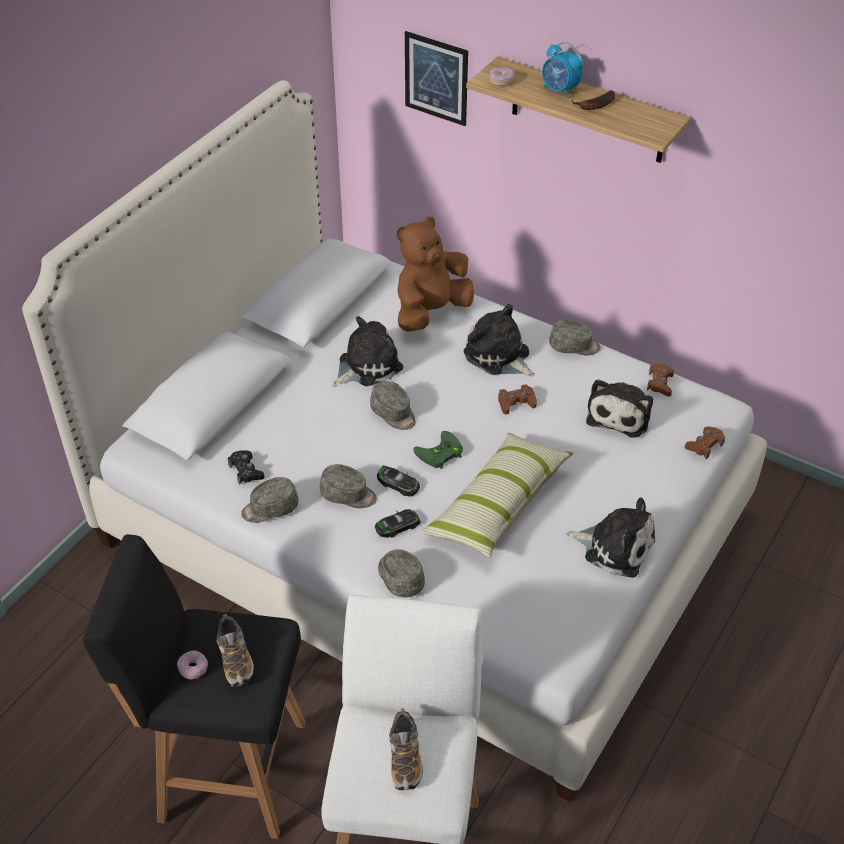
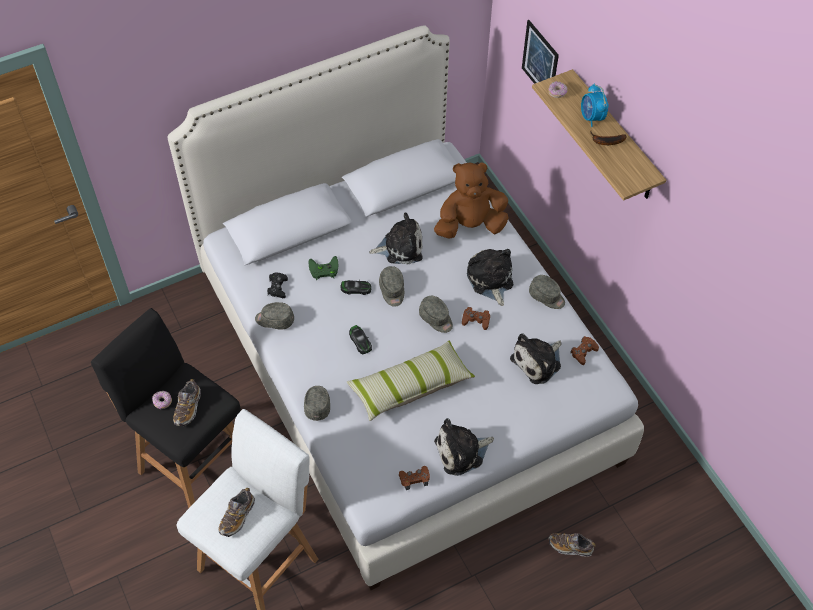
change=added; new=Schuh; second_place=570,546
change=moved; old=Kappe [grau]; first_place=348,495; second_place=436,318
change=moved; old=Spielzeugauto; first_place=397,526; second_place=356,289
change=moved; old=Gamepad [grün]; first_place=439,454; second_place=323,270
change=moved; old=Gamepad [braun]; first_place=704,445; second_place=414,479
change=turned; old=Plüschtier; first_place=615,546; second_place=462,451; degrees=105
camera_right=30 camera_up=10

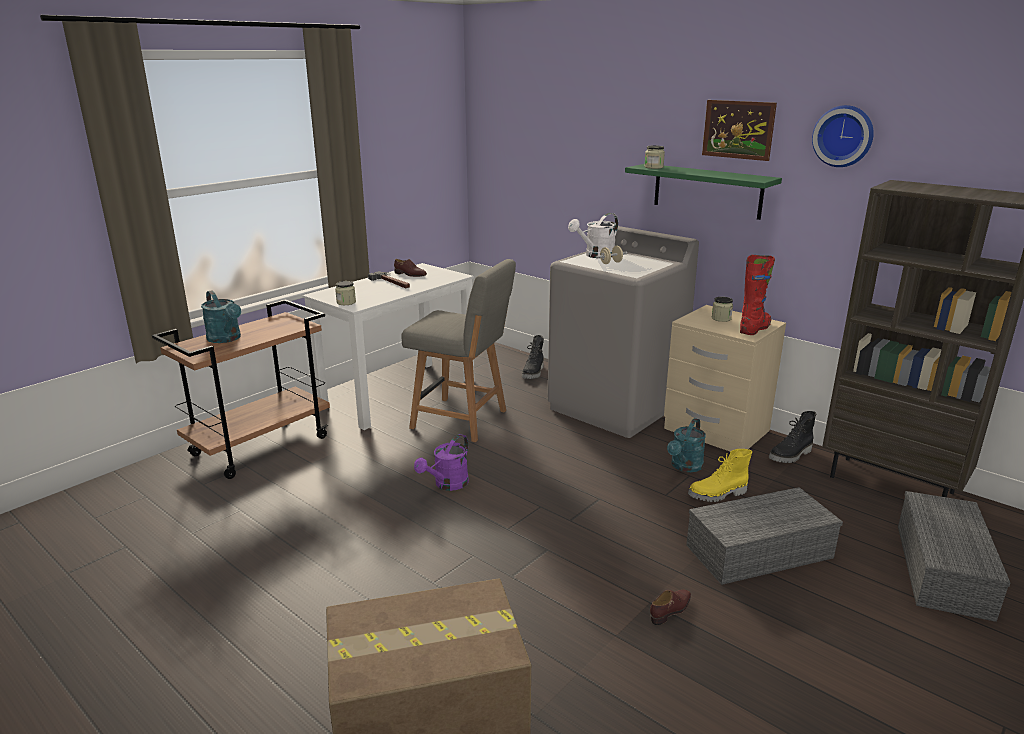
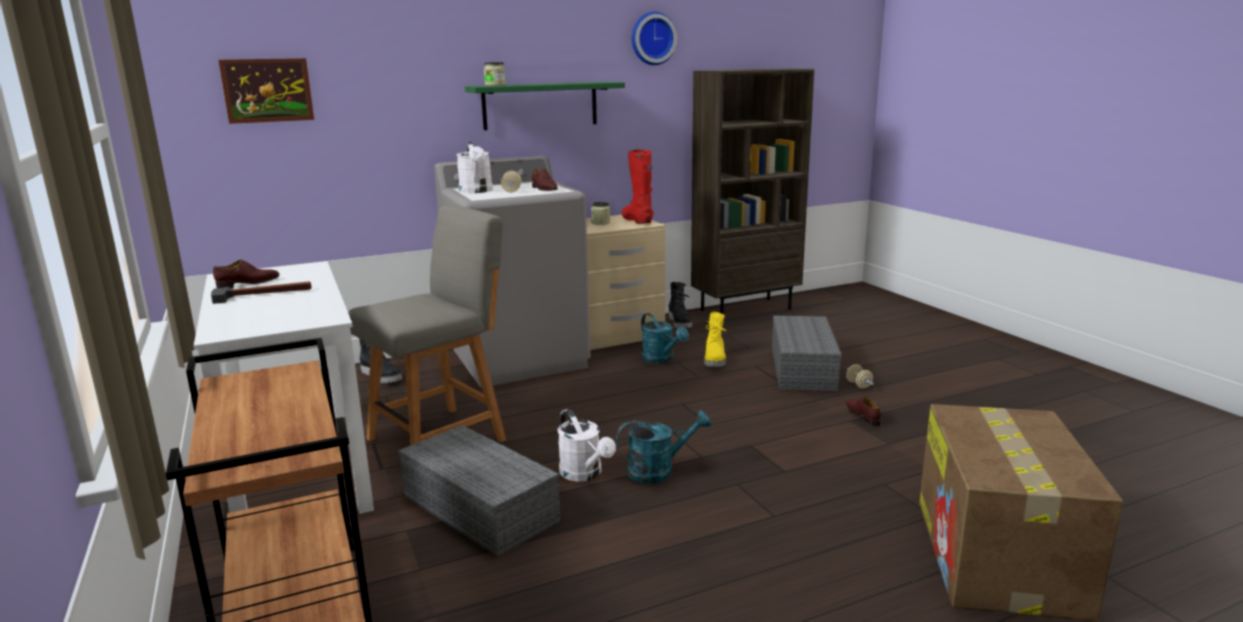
change=removed; old=Vorratsglas; first_place=346,302
change=added; new=Schuh [braun]; second_place=544,189
change=added; new=Hantel [beige]; second_place=858,385
change=moved; old=Gießkanne [türkis]; first_place=226,339; second_place=658,470
change=moved; old=Bild; first_place=738,129; second_place=267,90
change=moved; old=Aufbewahrungsbox [grau]; first_place=944,571; second_place=483,508
change=recoloured; old=Gießkanne [lila]; new=Gießkanne [weiß]; first_place=447,485; second_place=585,474
camera_right=-65 camera_up=-5

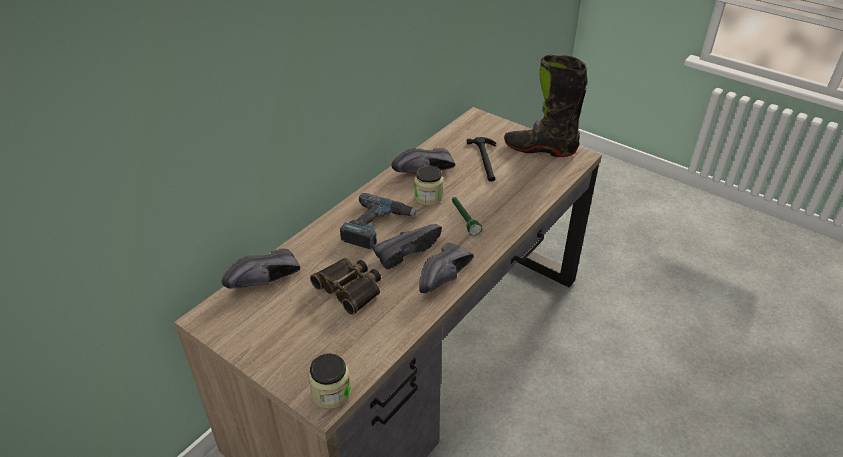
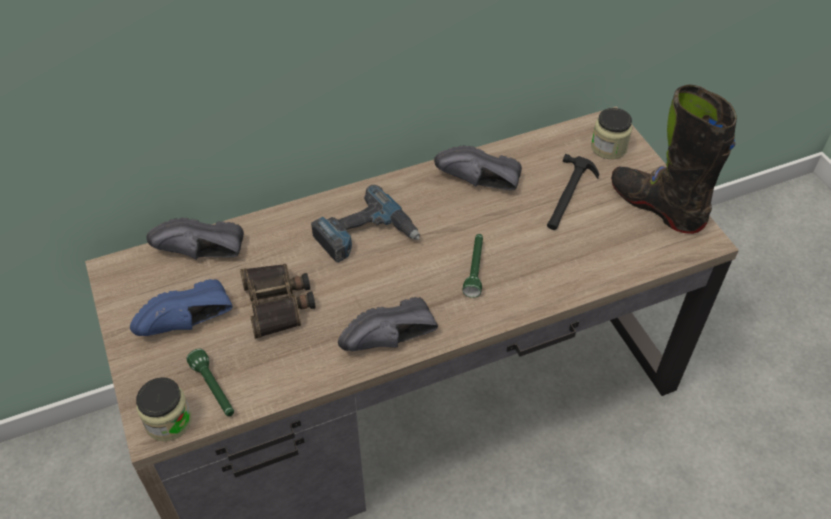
change=removed; old=Schuh [schwarz]; first_place=406,251
change=added; new=Schuh [blau]; second_place=188,324
change=added; new=Taschenlampe [grün]; second_place=214,389
change=moved; old=Vorratsglas; first_place=428,197; second_place=608,147
camera_right=30 camera_up=10

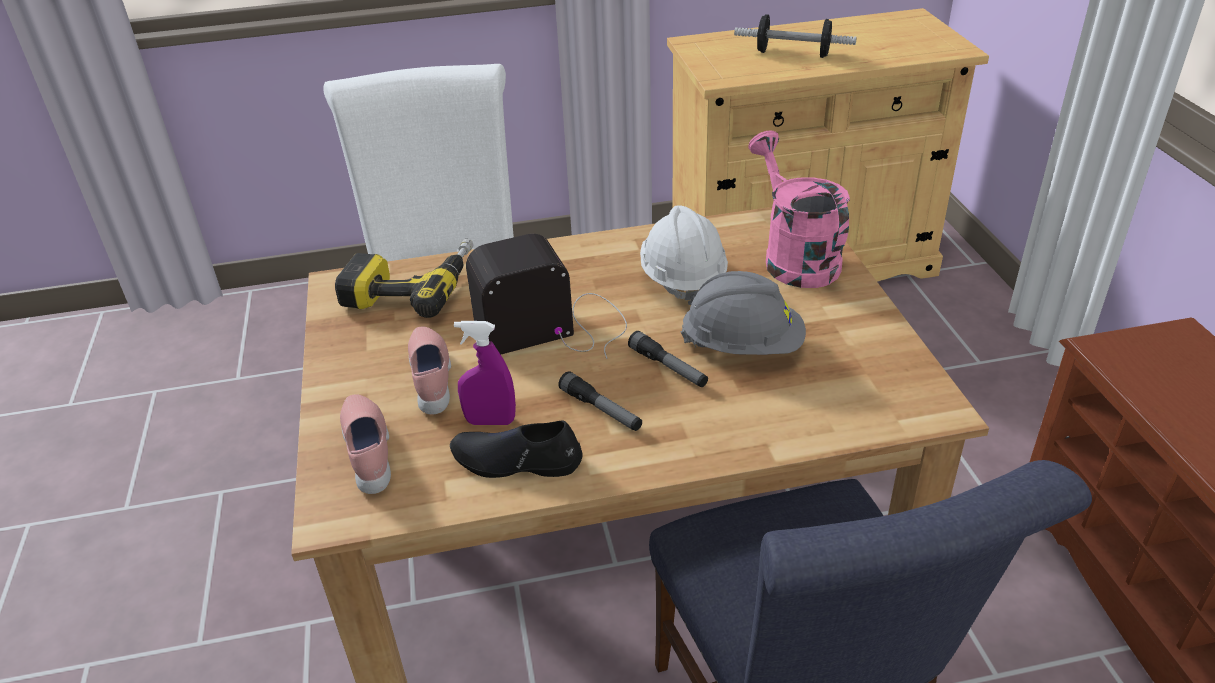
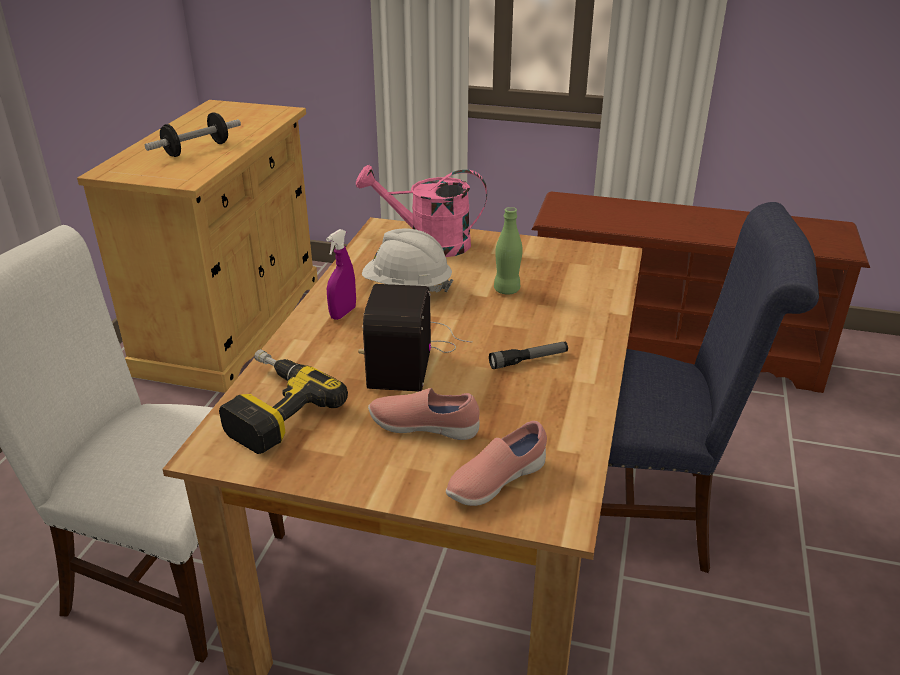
change=removed; old=Schuh [schwarz]; first_place=516,461
change=removed; old=Taschenlampe; first_place=668,367
change=moved; old=Sprühflasche [lila]; first_place=490,421; second_place=343,313
change=replaced; old=Schutzhelm [grau]; new=Flasche [grün]; first_place=743,346; second_place=507,290
change=turned; old=Schuh [rosa]; first_place=370,453; second_place=495,482; degrees=-45
camera_right=-65 camera_up=-5

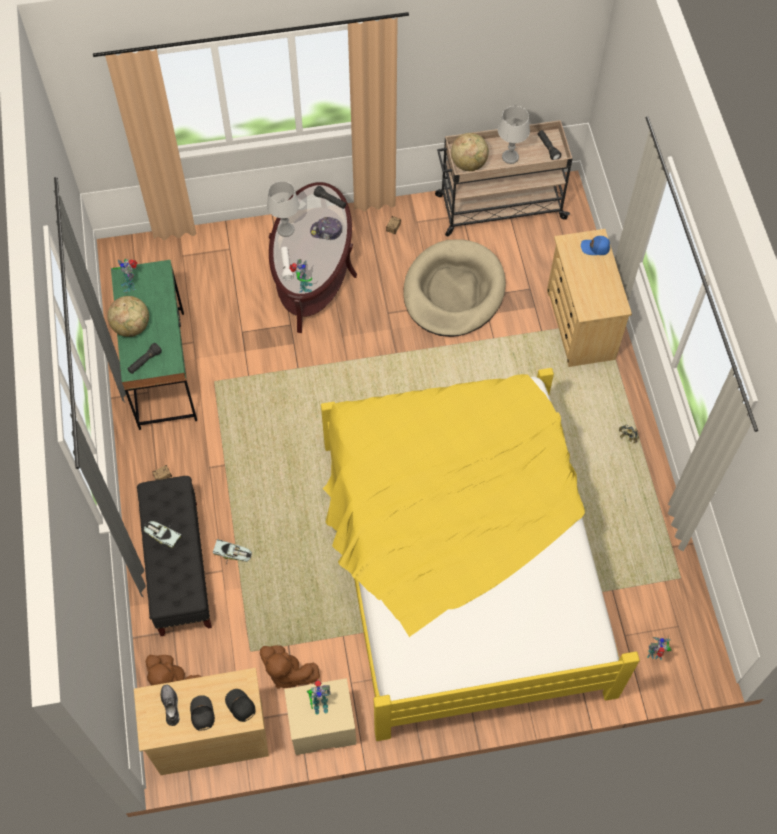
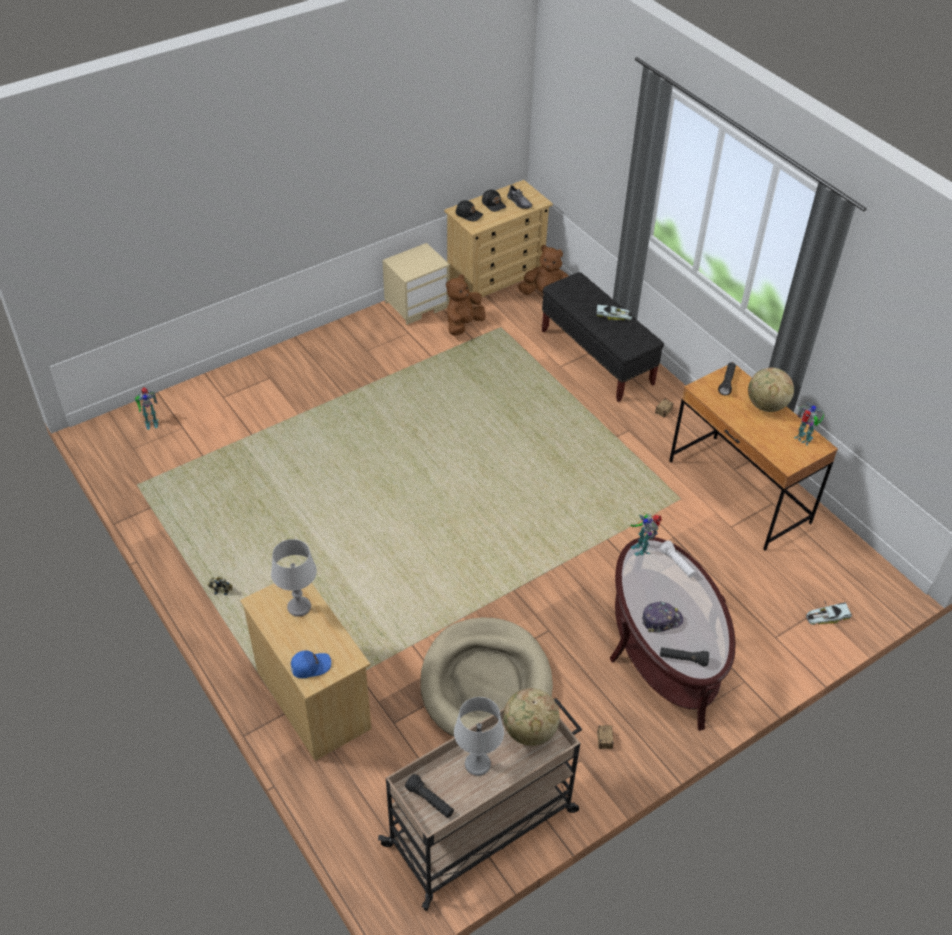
change=removed; old=Spielzeugroboter; first_place=319,704
change=removed; old=Bett [gelb]; first_place=462,563
change=moved; old=Spielzeugauto; first_place=232,553; second_place=826,615
change=moved; old=Tischlampe [grau]; first_place=286,230; second_place=298,607
change=recoloured; old=Schreibtisch [grün]; new=Schreibtisch [braun]; first_place=162,370; second_place=738,492
change=turned; old=Plüschtier [braun]; first_place=287,672; second_place=463,324; degrees=-60
camera_right=155 camera_up=-15

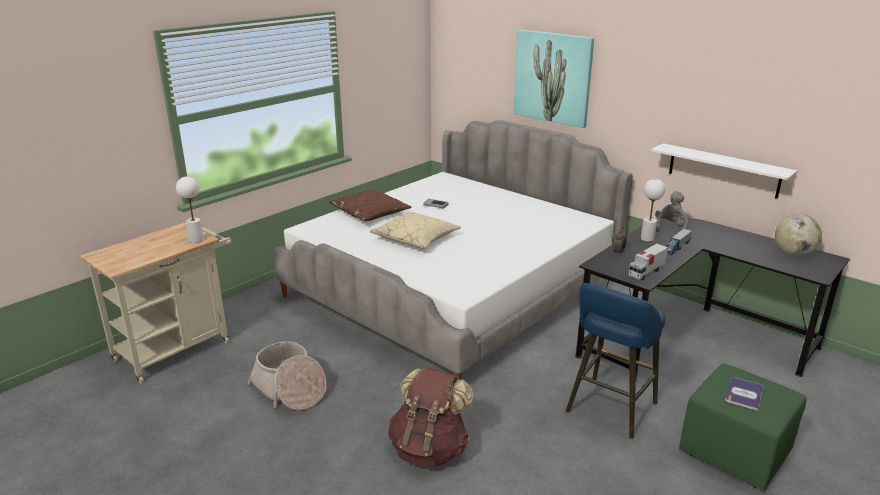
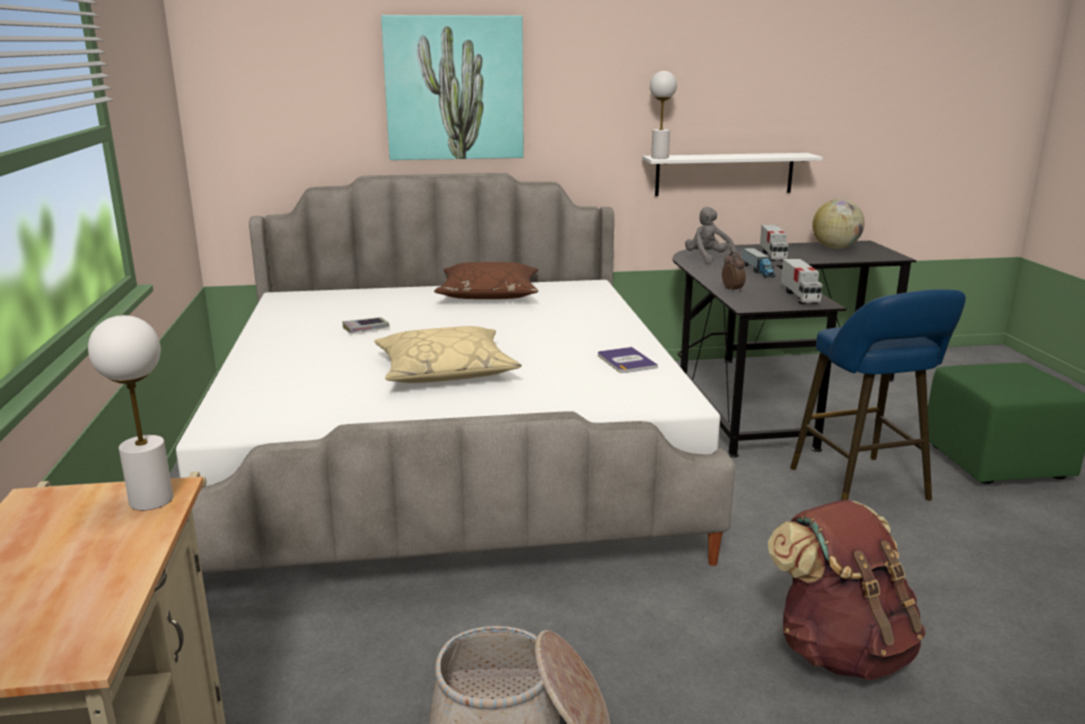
change=added; new=Spielzeuglaster; second_place=772,255
change=moved; old=Kissen [braun]; first_place=370,213; second_place=489,294
change=moved; old=Tischlampe [weiß]; first_place=647,238; second_place=659,157
change=moved; old=Buch; first_place=743,394; second_place=626,361
camera_right=-50 camera_up=-5

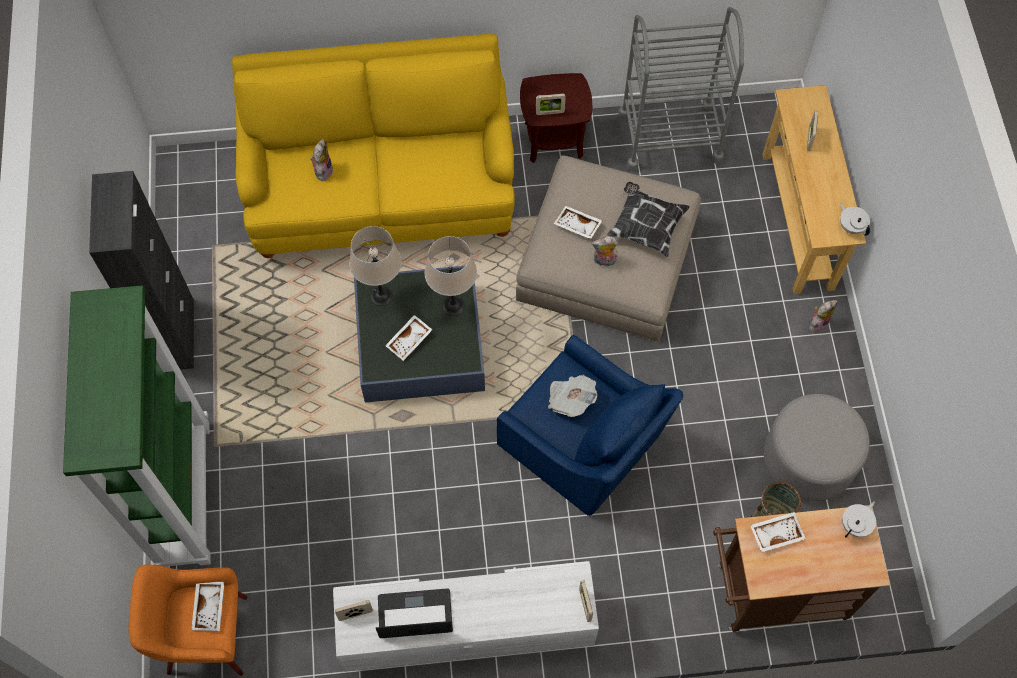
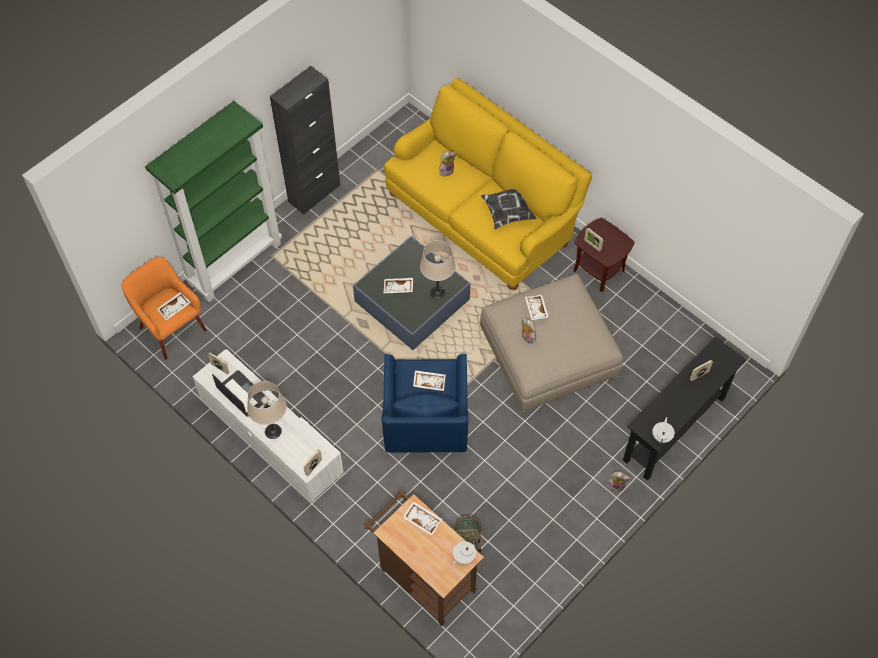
change=removed; old=Rollwagen [grau]; first_place=669,136
change=removed; old=Polsterhocker [grau]; first_place=808,459
change=moved; old=Tischlampe [beige]; first_place=381,296; second_place=273,431
change=moved; old=Kissen; first_place=645,226; second_place=508,212
change=replaced; old=Zeitung; new=Tablett [weiß]; first_place=570,399; second_place=429,382
change=recoloured; old=Konsolentisch [beige]; new=Konsolentisch [schwarz]; first_place=798,220; second_place=674,429
change=turned; old=Teekanne [weiß]; first_place=855,525; second_place=463,557; degrees=135
camera_right=50 camera_up=-5

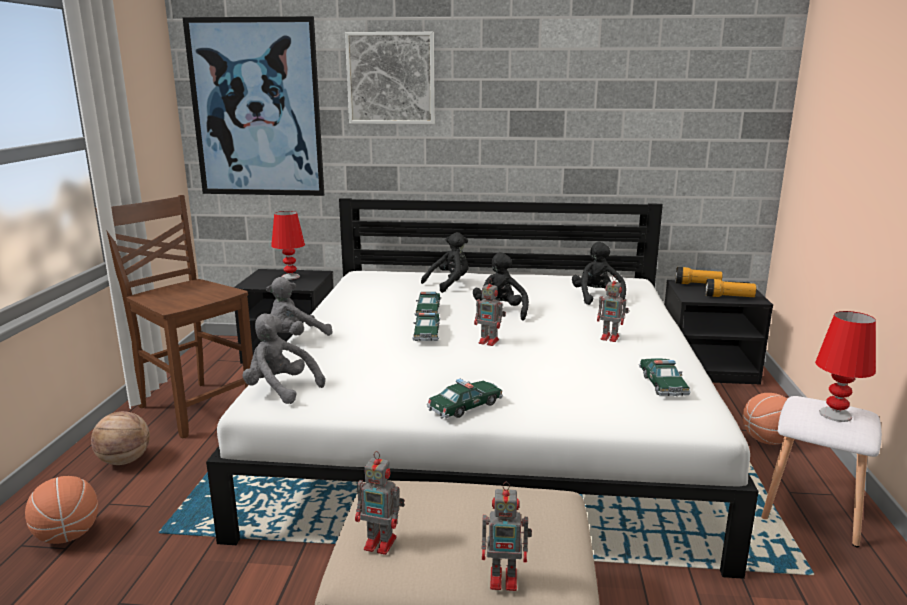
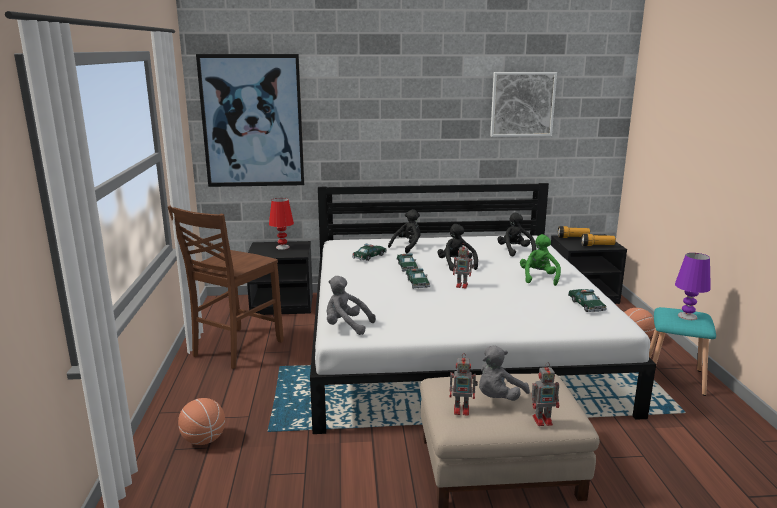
change=removed; old=Basketball; first_place=124,461
change=moved; old=Plüschtier [grau]; first_place=296,337; second_place=498,398
change=moved; old=Bild; first_place=391,78; second_place=522,104
change=moved; old=Spielzeugauto; first_place=465,407; second_place=369,257
change=replaced; old=Spielzeugroboter; new=Plüschtier [grün]; first_place=611,338; second_place=539,278
change=recoloured; old=Hocker [weiß]; new=Hocker [türkis]; first_place=814,510; second_place=675,377
change=recoloured; old=Tischlampe [rot]; new=Tischlampe [lila]; first_place=836,415; second_place=687,316
change=turned; old=Stuhl [braun]; first_place=195,407; second_place=235,348; degrees=-90
camera_right=-10 camera_up=0

